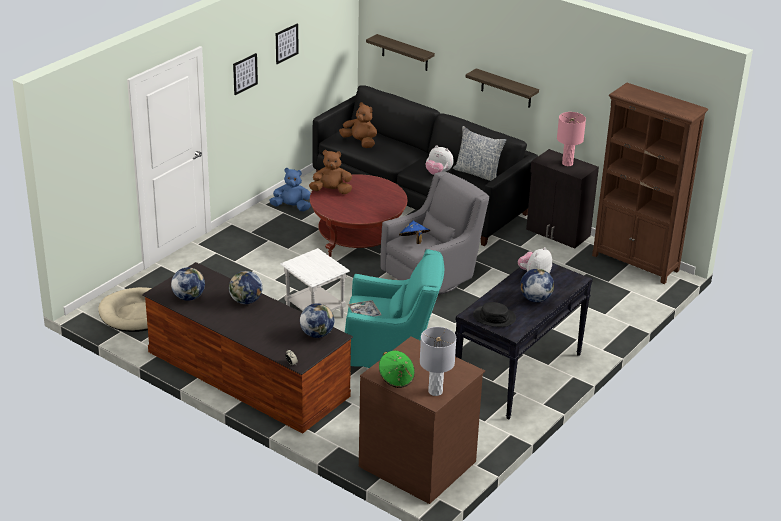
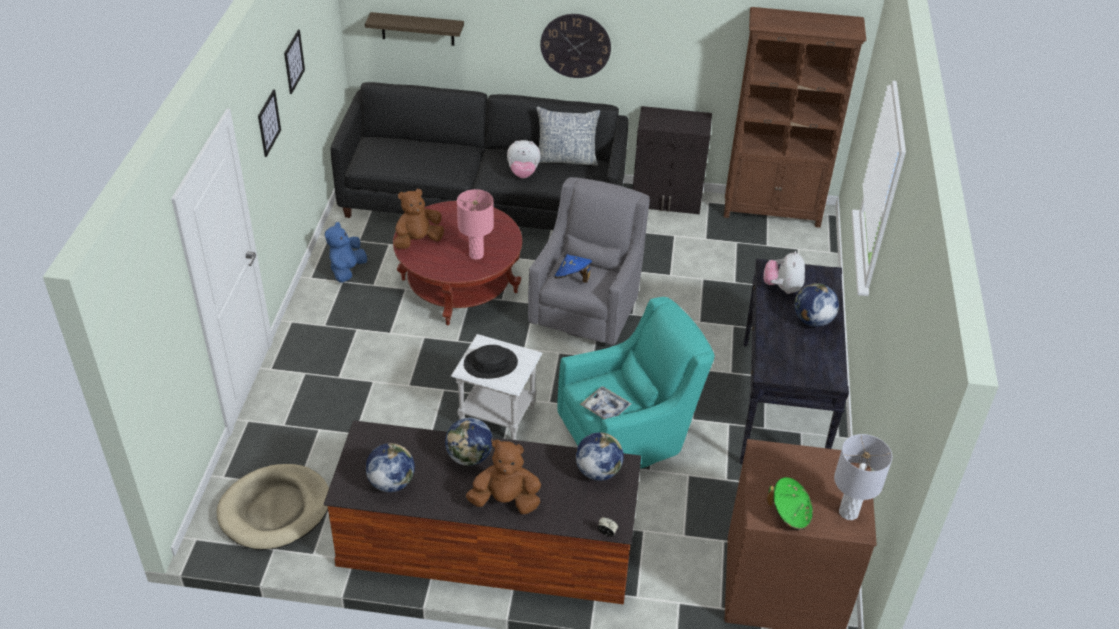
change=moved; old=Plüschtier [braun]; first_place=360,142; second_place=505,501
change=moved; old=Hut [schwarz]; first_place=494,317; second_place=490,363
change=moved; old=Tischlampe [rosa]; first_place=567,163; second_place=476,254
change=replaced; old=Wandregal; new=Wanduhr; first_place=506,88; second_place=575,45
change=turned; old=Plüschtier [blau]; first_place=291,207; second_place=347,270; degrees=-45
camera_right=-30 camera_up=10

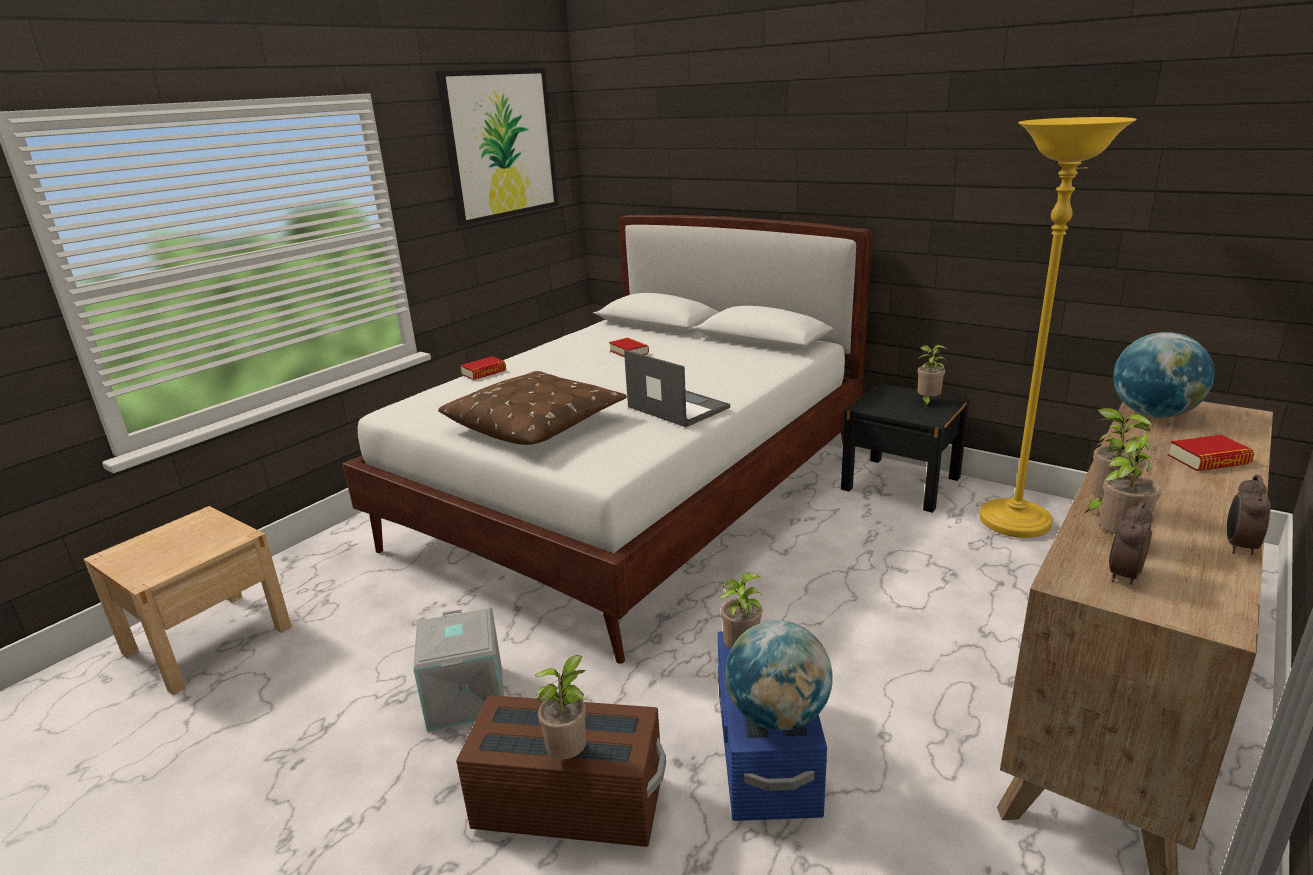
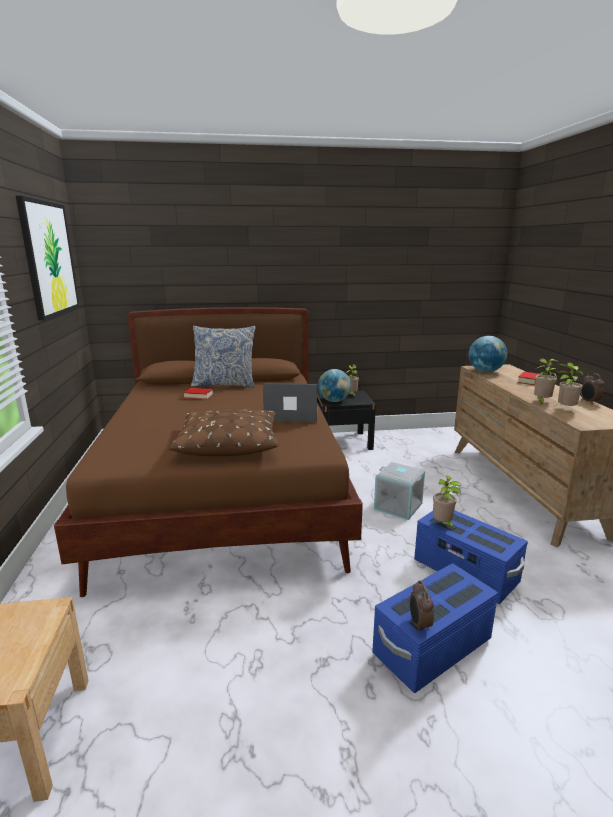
change=removed; old=Buch; first_place=484,372
change=removed; old=Topfpflanze; first_place=570,755
change=removed; old=Stehlampe [gelb]; first_place=1014,522
change=added; new=Kissen; second_place=224,384
change=moved; old=Aufbewahrungsbox [grau]; first_place=468,697; second_place=398,506
change=moved; old=Globus; first_place=777,715; second_place=334,401
change=moved; old=Wecker; first_place=1123,575; second_place=419,624
change=recoloured; old=Bett [weiß]; new=Bett [braun]; first_place=633,499; second_place=225,493
change=recoloured; old=Aufbewahrungsbox [braun]; new=Aufbewahrungsbox [blau]; first_place=569,803; second_place=432,647
camera_right=-45 camera_up=-5

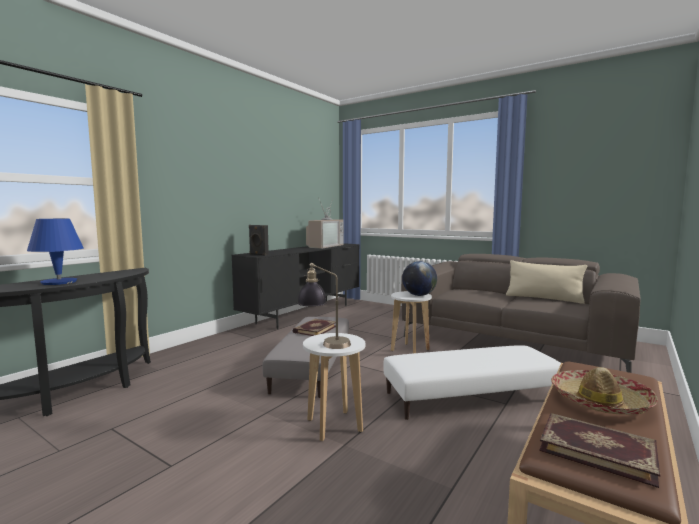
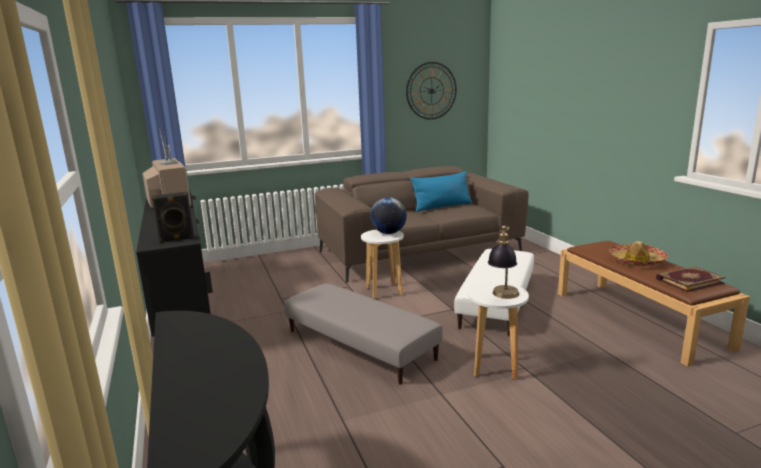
change=removed; old=Tischlampe [blau]; first_place=58,282
change=removed; old=Buch; first_place=315,329
change=added; new=Wanduhr; second_place=431,91
change=recoloured; old=Kissen [beige]; new=Kissen [blau]; first_place=543,298; second_place=442,206
camera_right=-55 camera_up=10

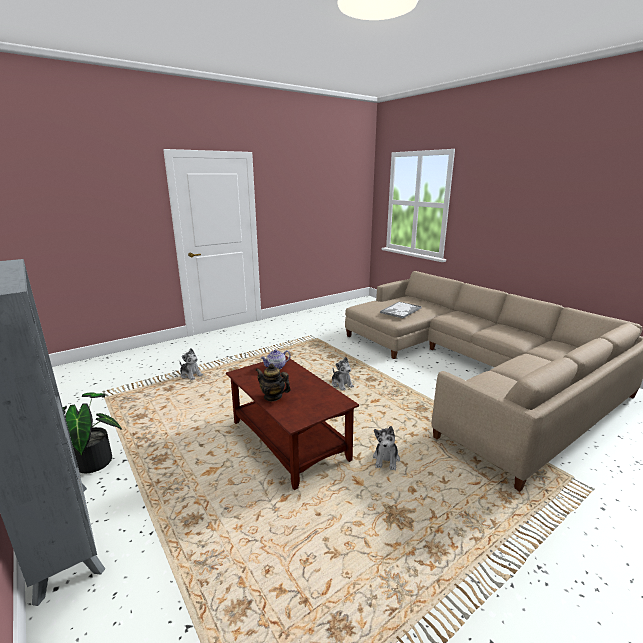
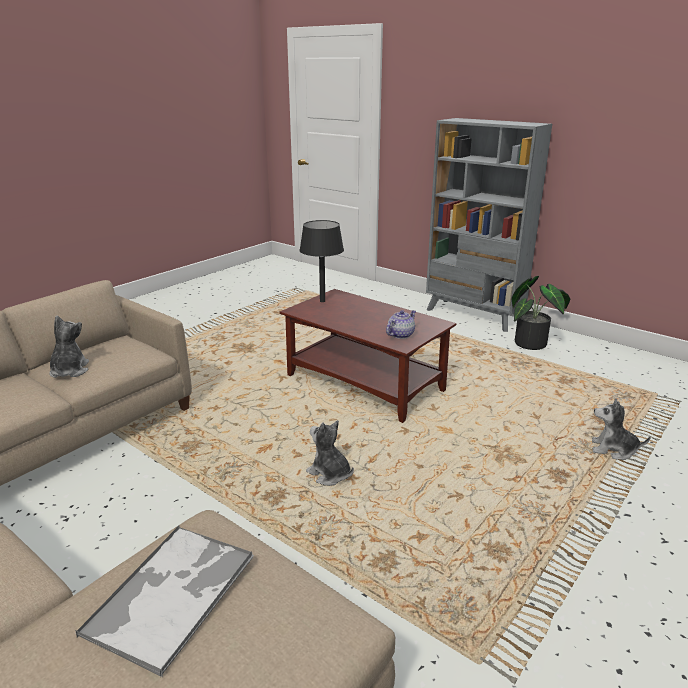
change=removed; old=Teekanne; first_place=273,396
change=added; new=Tischlampe [schwarz]; second_place=322,301
change=moved; old=Plüschtier; first_place=386,459; second_place=69,371
camera_right=165 camera_up=5

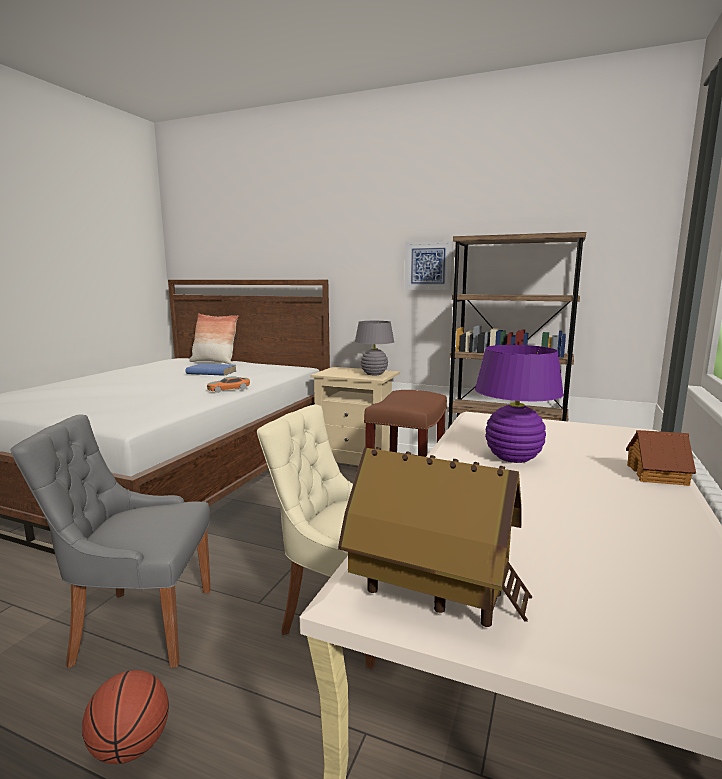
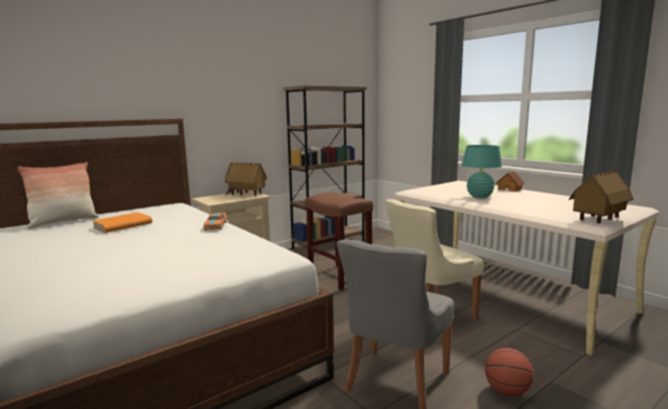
change=removed; old=Bild; first_place=428,265
change=replaced; old=Tischlampe [grau]; new=Spielzeughaus; first_place=374,374; second_place=246,194
change=recoloured; old=Buch [blau]; new=Buch [orange]; first_place=211,372; second_place=122,225
change=recoloured; old=Tischlampe [lila]; new=Tischlampe [türkis]; first_place=513,457; second_place=479,196
camera_right=-60 camera_up=0

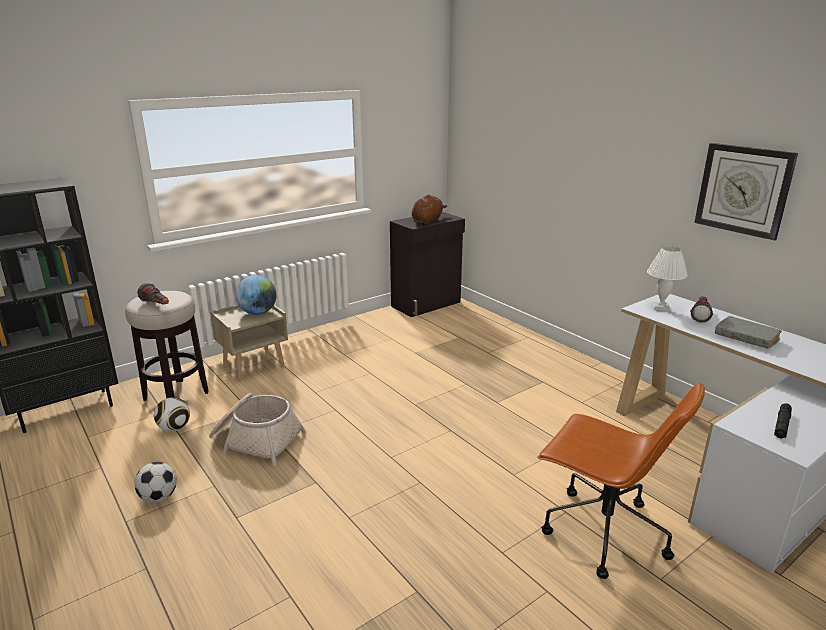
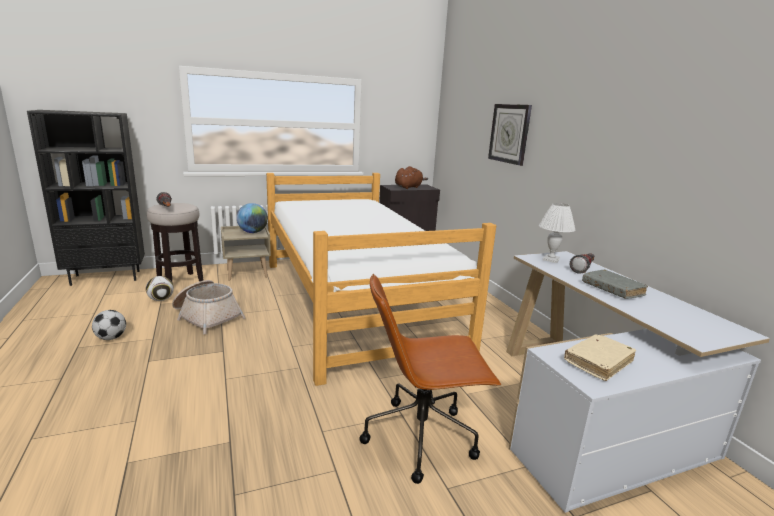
change=added; new=Bett; second_place=354,302
change=moved; old=Wanduhr; first_place=743,190; second_place=509,133
change=replaced; old=Taschenlampe [schwarz]; new=Buch [beige]; first_place=781,425; second_place=598,362
change=turned; old=Bürostuhl [braun]; first_place=602,531; second_place=422,437; degrees=120
camera_right=15 camera_up=-5

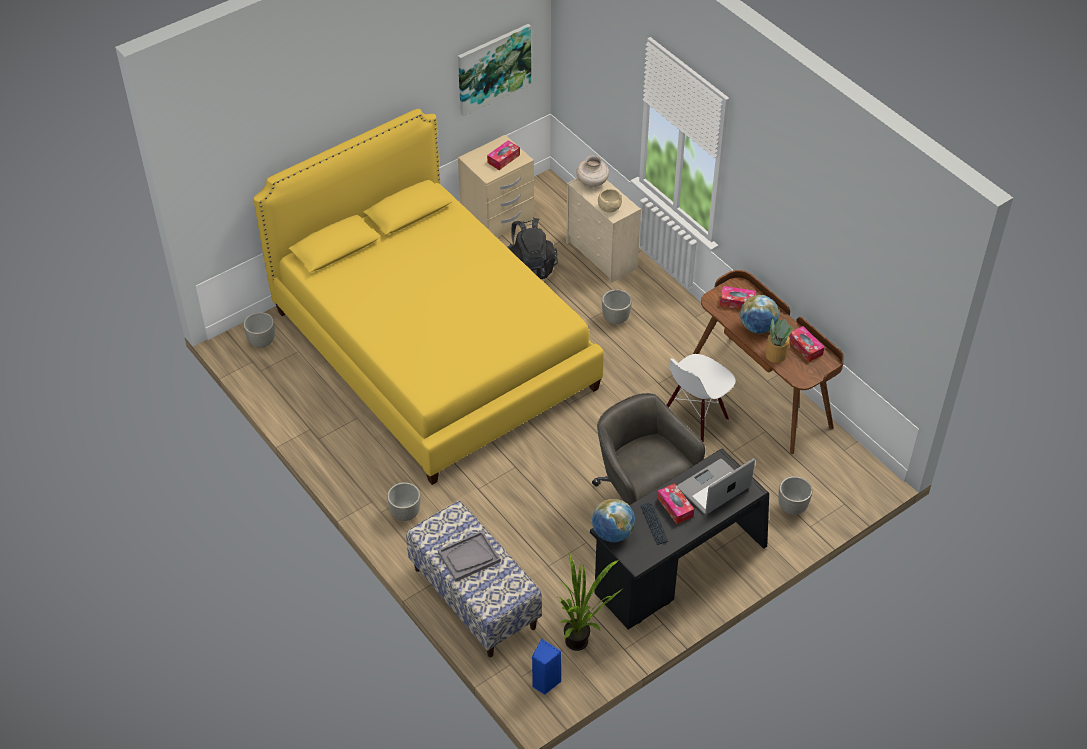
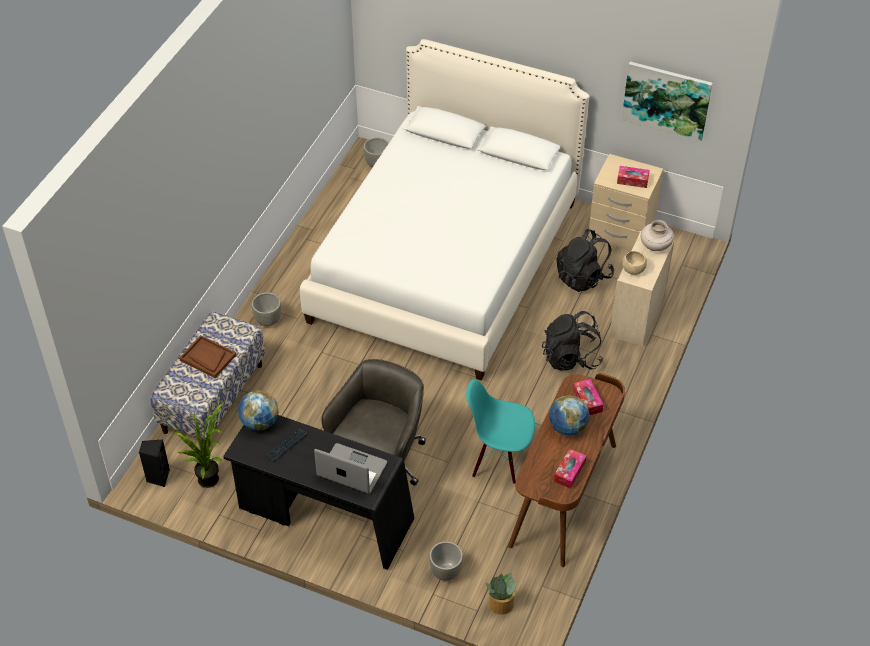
change=removed; old=Taschentuchbox; first_place=675,507
change=moved; old=Topfpflanze; first_place=775,354; second_place=500,604
change=replaced; old=Pflanzkübel [grau]; new=Rucksack [schwarz]; first_place=616,318; second_place=571,357
change=recoloured; old=Bett [gelb]; new=Bett [weiß]; first_place=434,348; second_place=446,260
change=recoloured; old=Tablett [grau]; new=Tablett [braun]; first_place=469,557; second_place=207,357
change=recoloured; old=Lautsprecher [blau]; new=Lautsprecher [schwarz]; first_place=545,682; second_place=158,477
change=recoloured; old=Stuhl [weiß]; new=Stuhl [türkis]; first_place=695,417; second_place=499,459
camera_right=60 camera_up=0

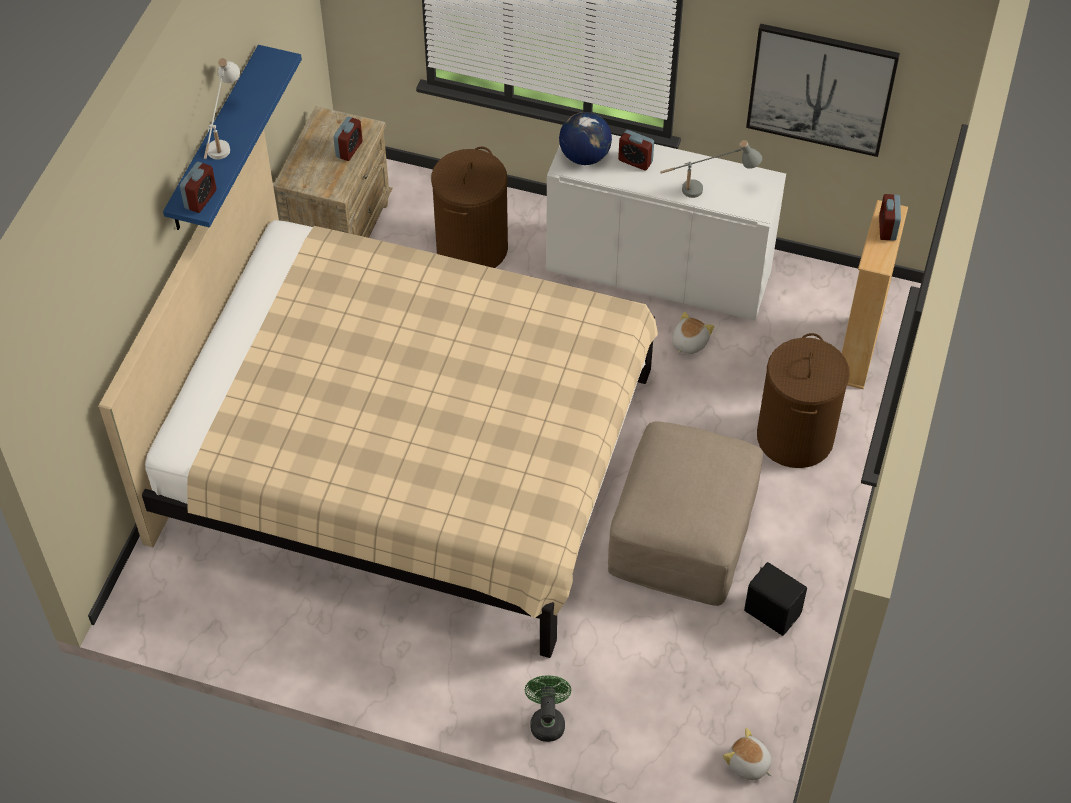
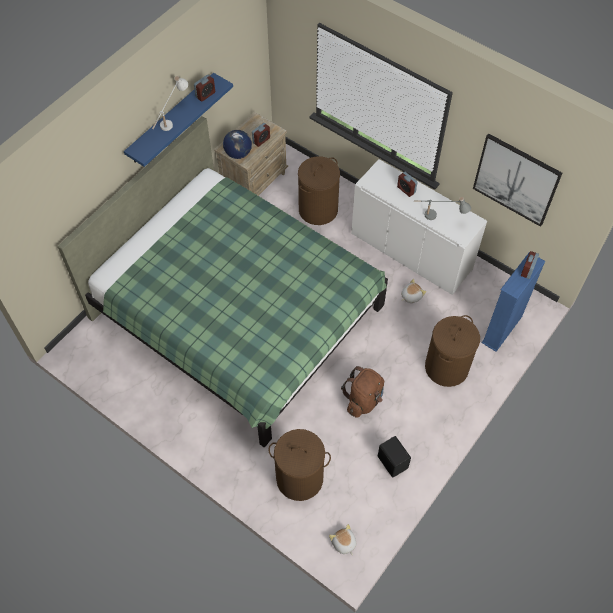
change=removed; old=Ventilator [grün]; first_place=547,720
change=added; new=Wäschekorb [braun]; second_place=300,478
change=moved; old=Wecker; first_place=200,199; second_place=205,95
change=moved; old=Globus; first_place=584,156; second_place=238,153
change=replaced; old=Polsterhocker [beige]; new=Rucksack [braun]; first_place=682,529; second_place=363,399
change=recoloured; old=Bett [beige]; new=Bett [grün]; first_place=407,456; second_place=237,313
change=recoloured; old=Bücherregal [beige]; new=Bücherregal [blau]; first_place=858,352; second_place=502,329
camera_right=20 camera_up=5

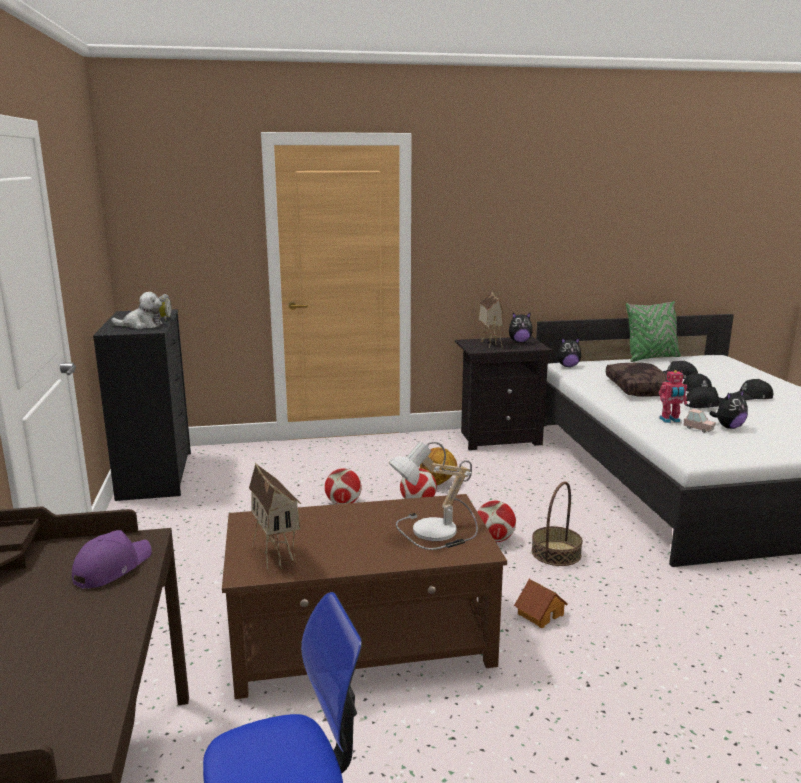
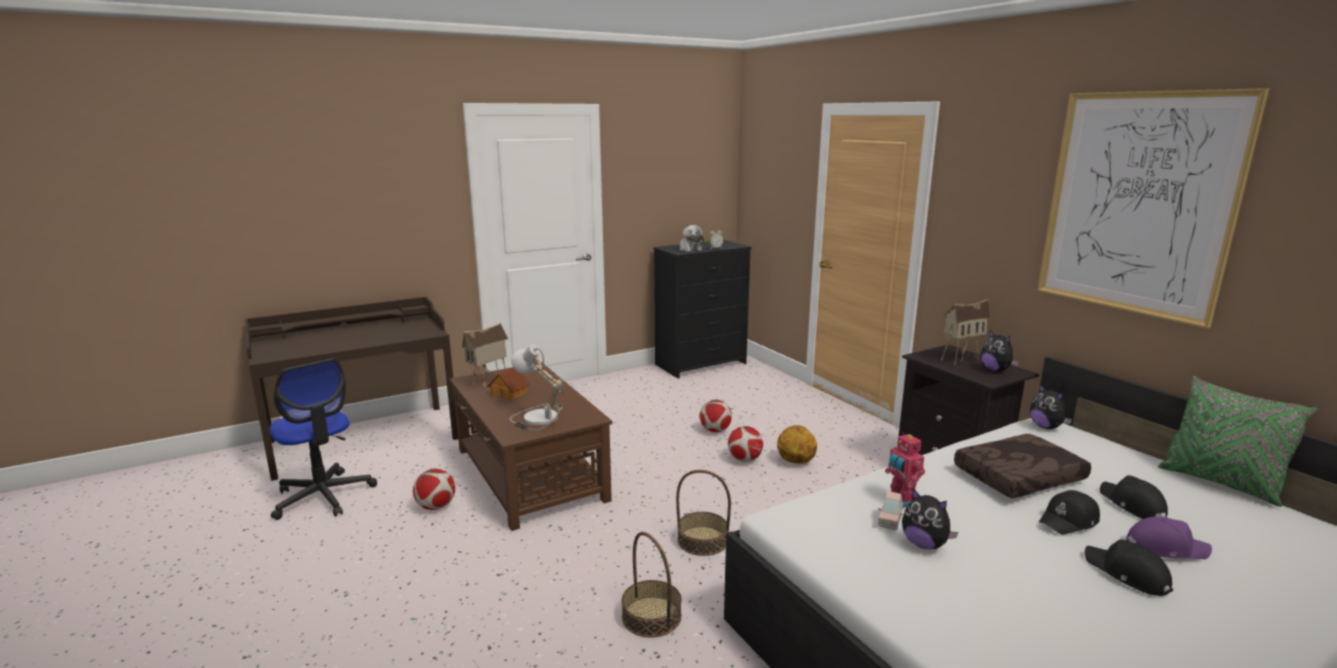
change=removed; old=Kappe [schwarz]; first_place=704,404
change=added; new=Korb; second_place=651,616
change=added; new=Bild; second_place=1138,204
change=moved; old=Kappe [lila]; first_place=112,568; second_place=1165,548
change=moved; old=Fußball; first_place=495,539; second_place=436,507
change=moved; old=Spielzeughaus; first_place=540,614; second_place=510,393
camera_right=70 camera_up=0

